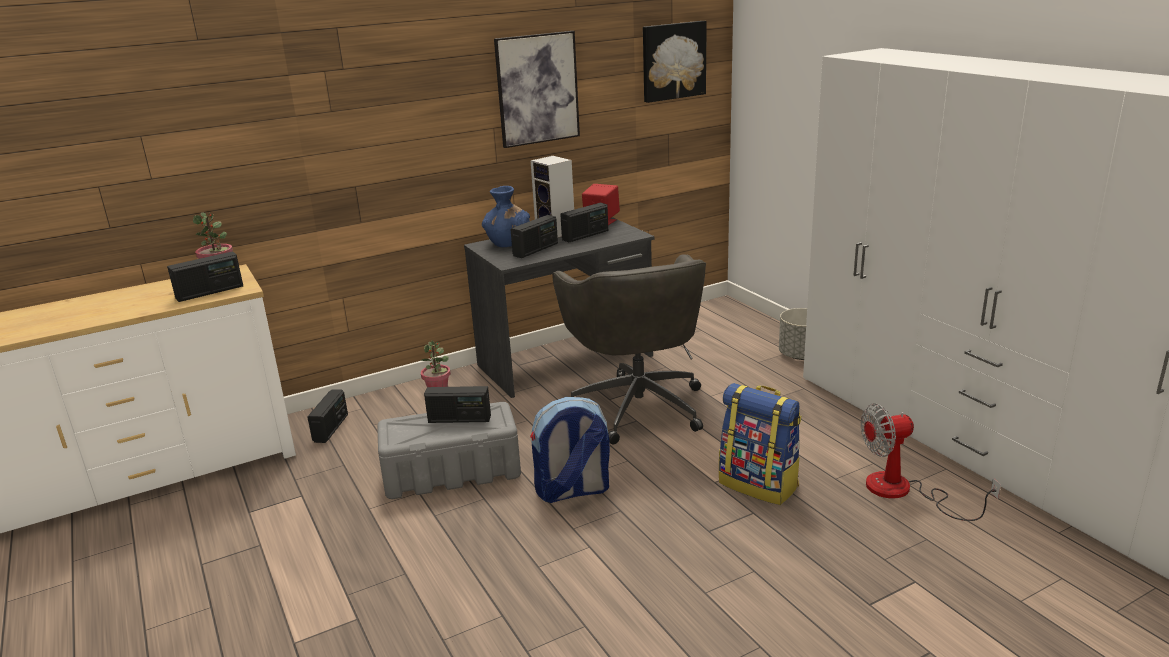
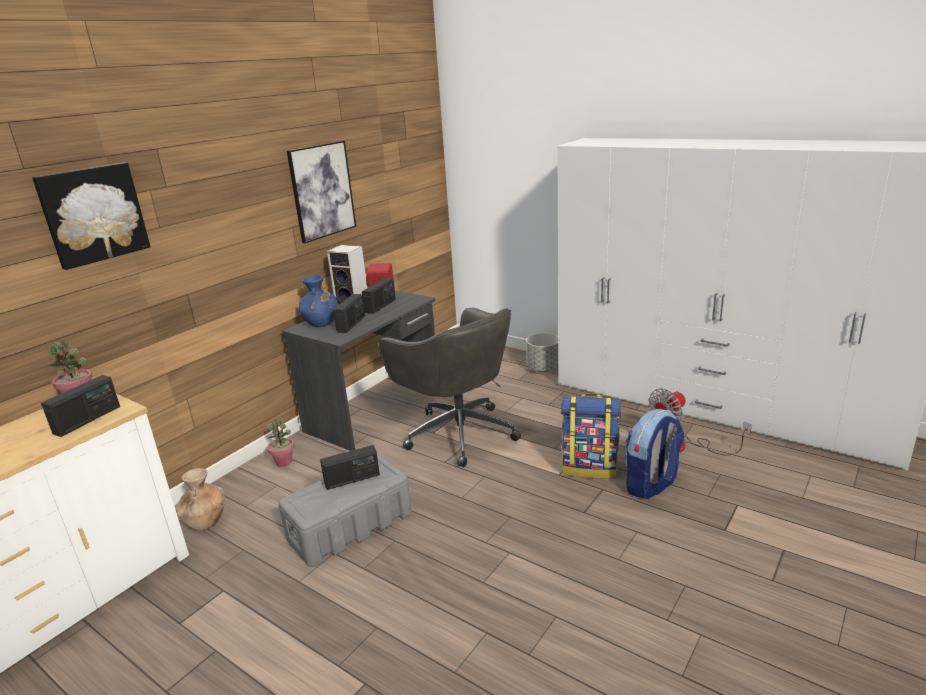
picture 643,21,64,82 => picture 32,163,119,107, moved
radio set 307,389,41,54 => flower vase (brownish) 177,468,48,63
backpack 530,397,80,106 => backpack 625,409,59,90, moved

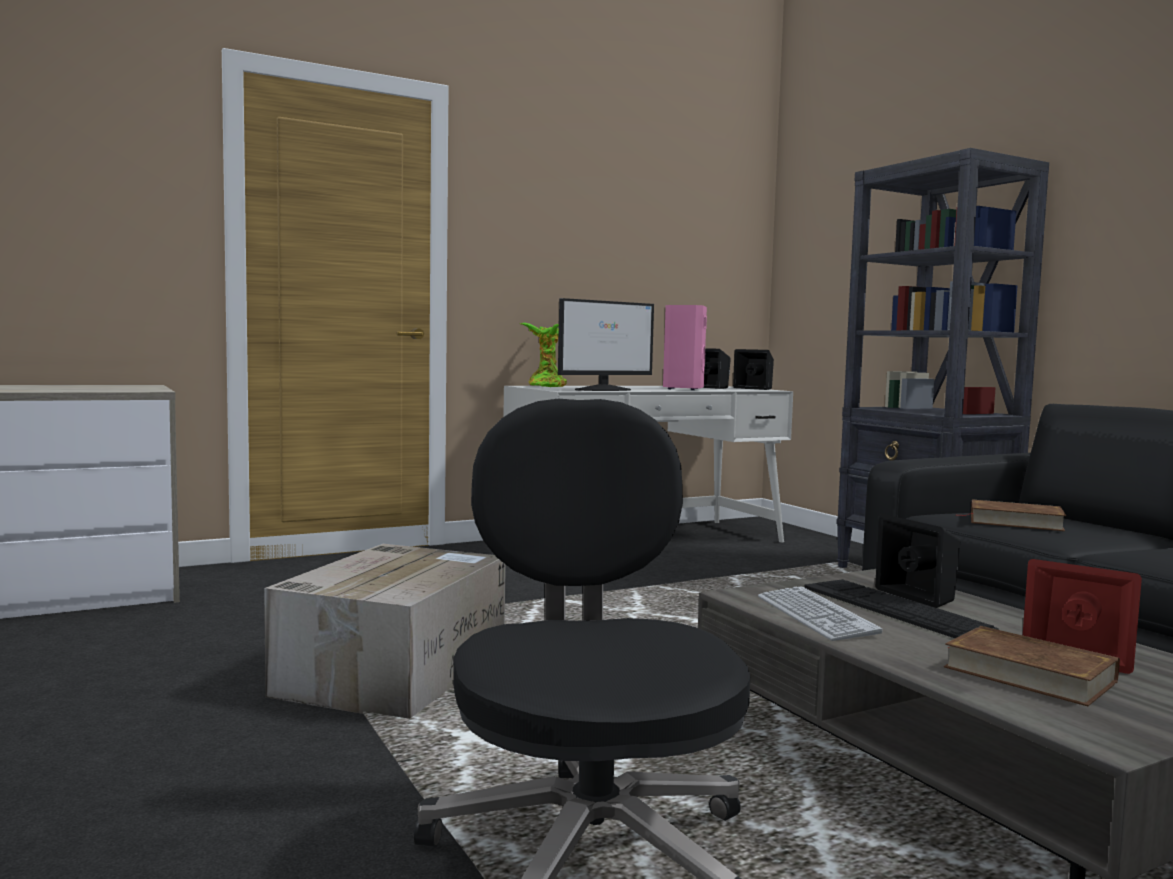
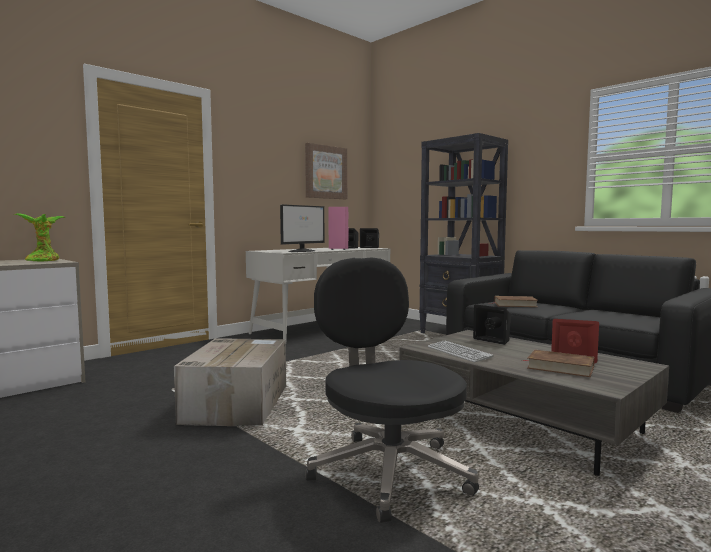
plant in a pot 520,323,47,64 => plant in a pot 14,213,51,49, moved
nothing => picture 305,143,42,56
PC keyboard 804,579,195,59 => nothing

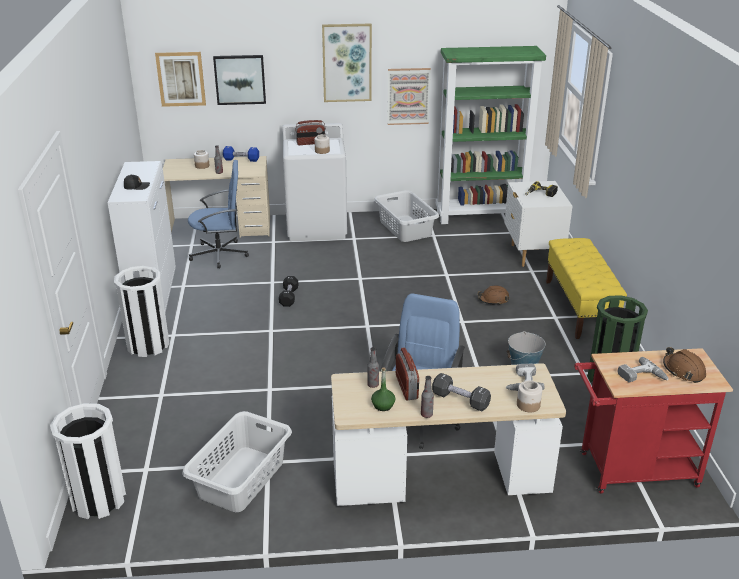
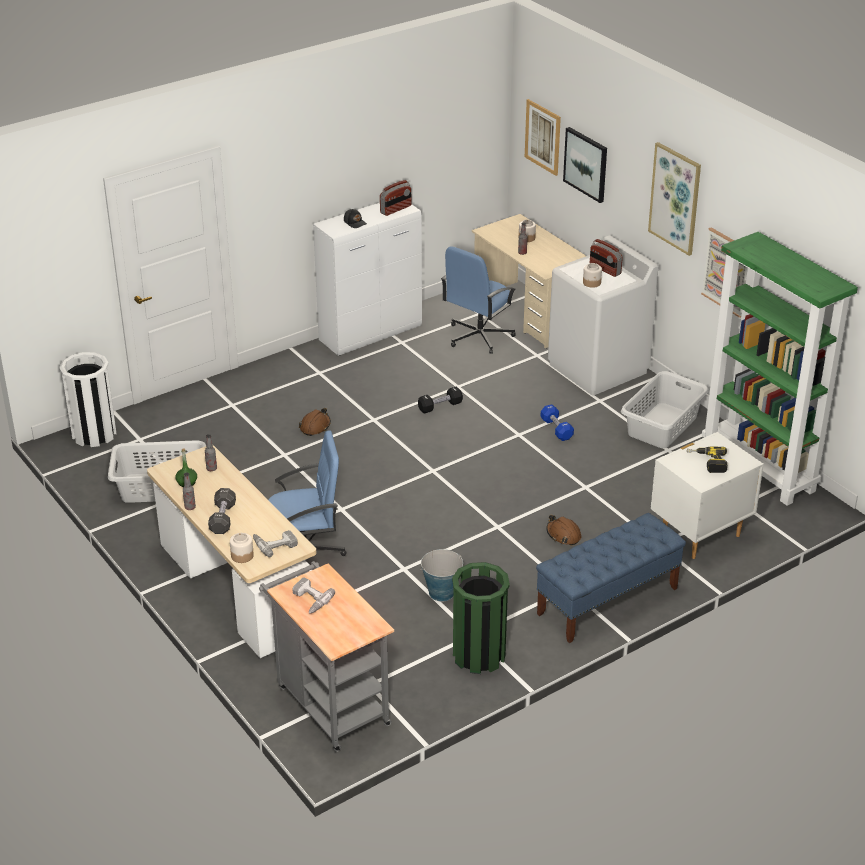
cart (red) 574,348,159,146 => cart (gray) 259,561,135,191
safety helmet (brownish) 663,347,43,36 => safety helmet (brownish) 299,408,32,28, moved
radio set 396,347,23,53 => radio set 380,180,31,36, moved
computer chair (bluish) 188,160,61,109 => computer chair (bluish) 441,246,75,108, 75 degrees clockwise
indoor bench (yellow) 546,238,81,101 => indoor bench (bluish) 536,513,150,130
dumbbell (bluish) 223,146,36,16 => dumbbell (bluish) 540,404,34,37, moved
trash can (white-coloured) 114,266,55,91 => nothing

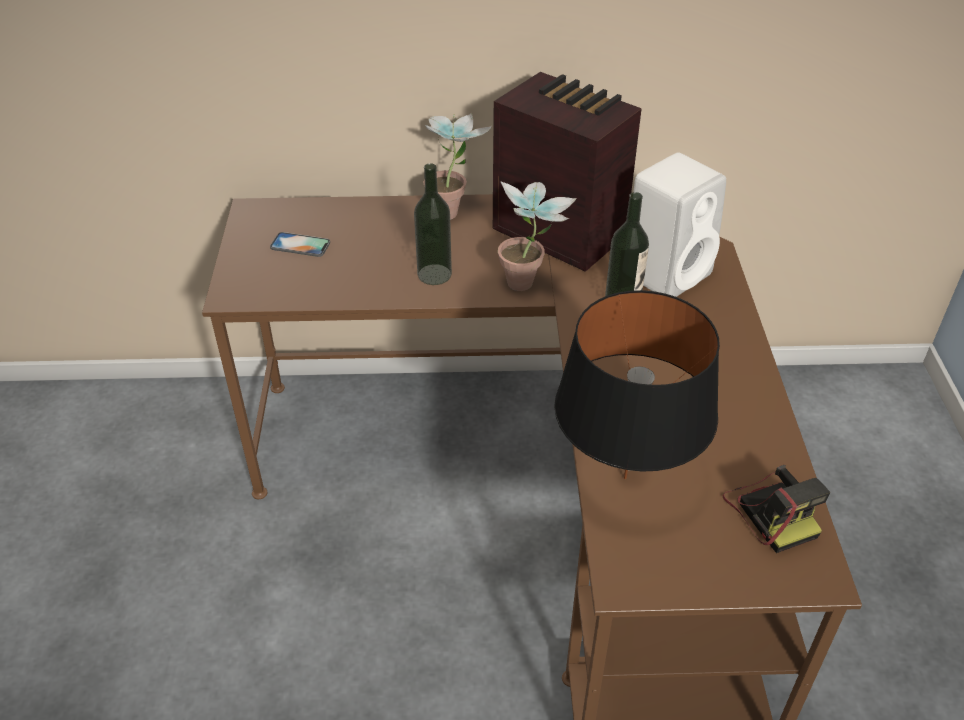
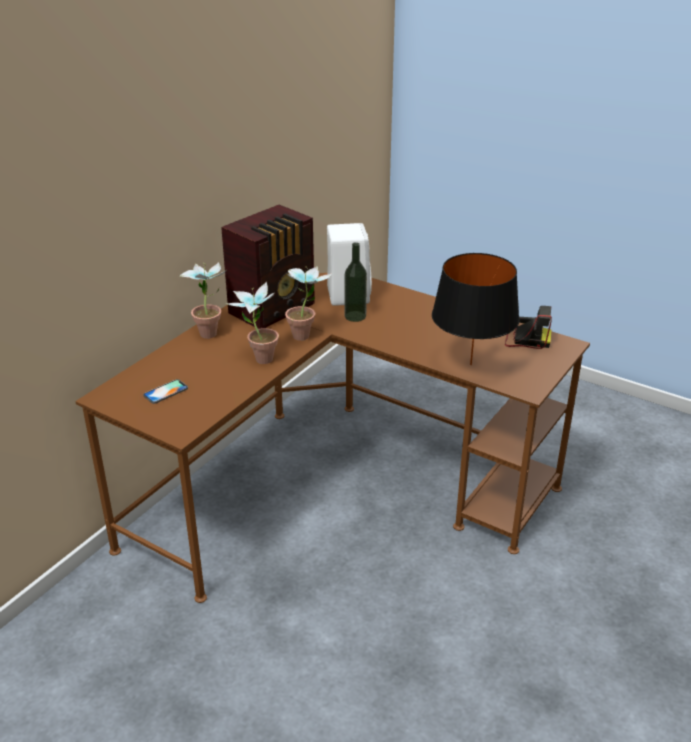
radio set 493,72,149,200 => radio set 221,205,94,124, 150 degrees clockwise
bottle 414,163,38,122 => plant in a pot 225,282,54,82

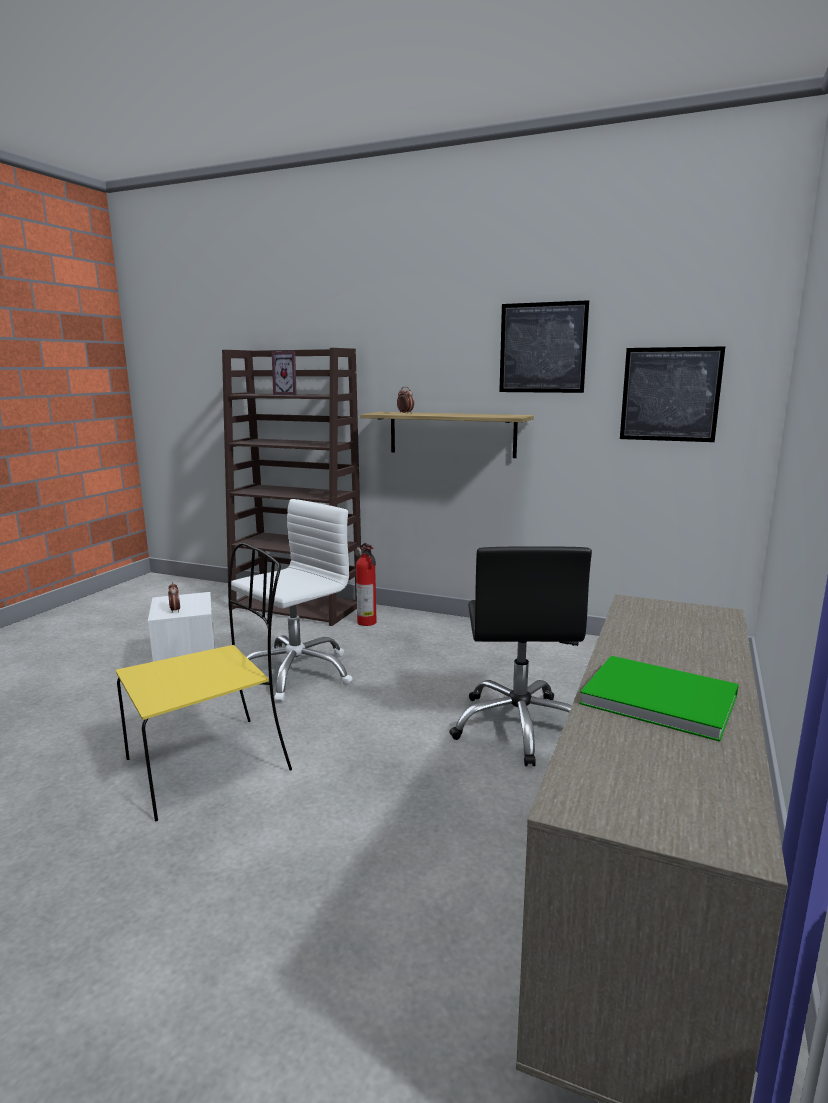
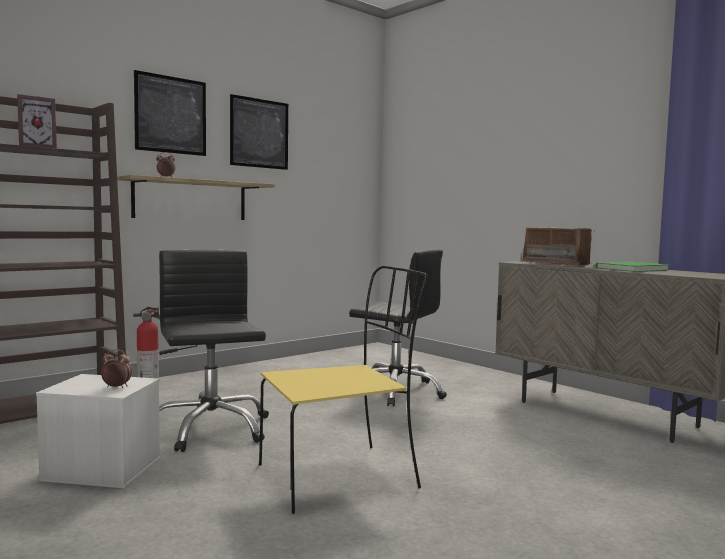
picture 620,346,105,96 => picture 134,70,72,86, moved
computer chair (white-coloured) 231,499,121,203 => computer chair (black-coloured) 159,250,110,202
plain chair (yellow) 116,543,176,279 => plain chair (yellow) 259,266,169,248, 75 degrees clockwise
nothing => radio set 521,227,73,39

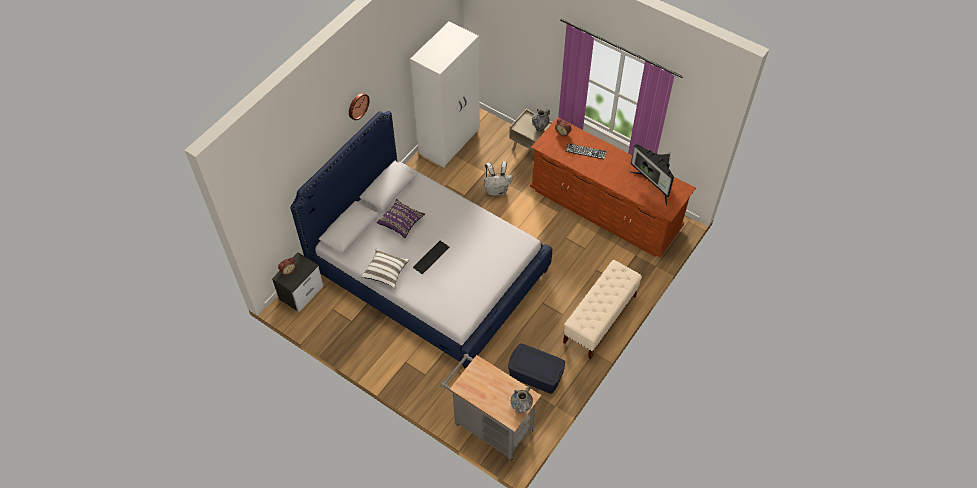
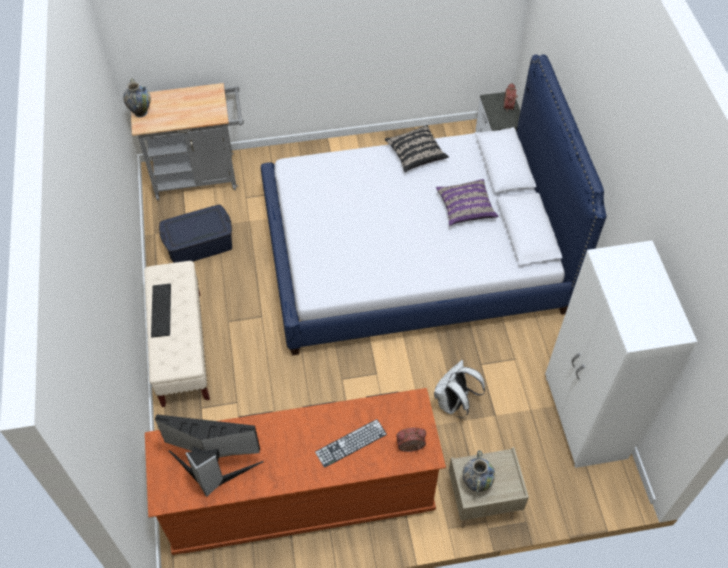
PC keyboard 413,241,36,33 => PC keyboard 151,284,20,53, moved
throw pillow (white-coloured) 361,249,48,39 => throw pillow (black-coloured) 385,125,64,47
hanging clock 349,93,21,27 => nothing

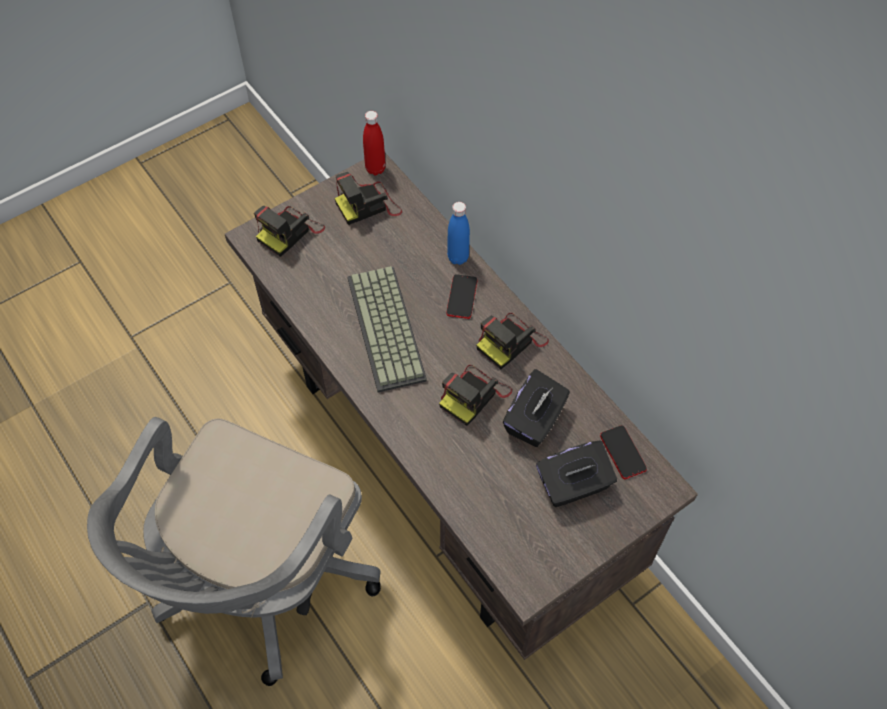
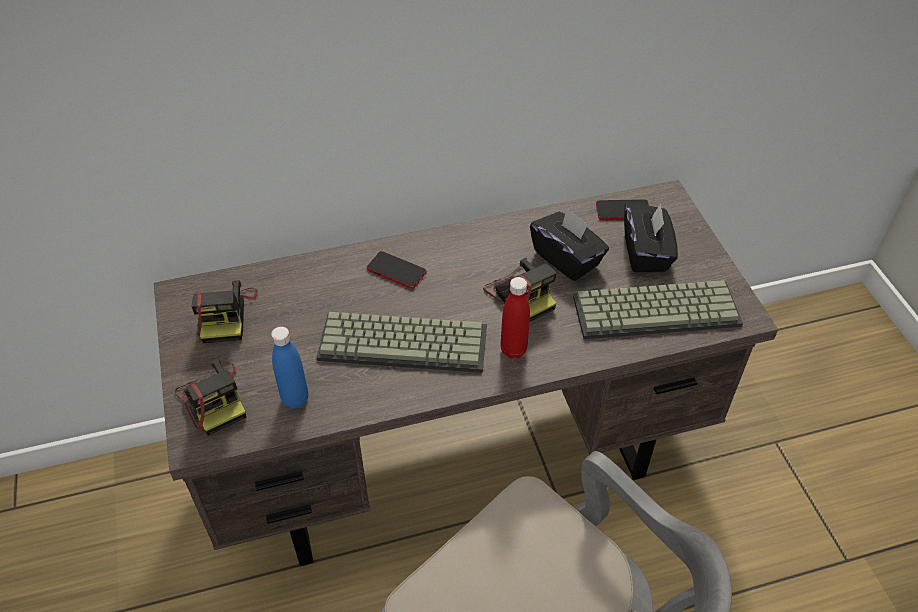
bottle (bluish) 447,202,23,63 => bottle (bluish) 271,327,38,81, moved
bottle (red) 363,111,23,64 => bottle (red) 501,277,29,82, moved
nothing => PC keyboard 573,280,170,59
still camera 476,313,73,57 => nothing

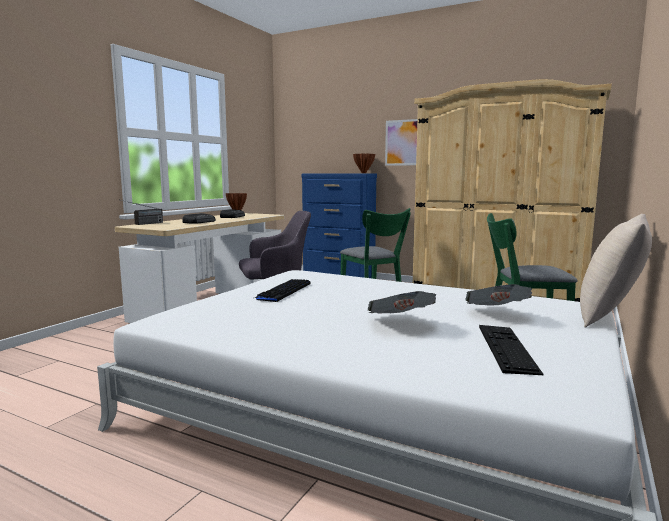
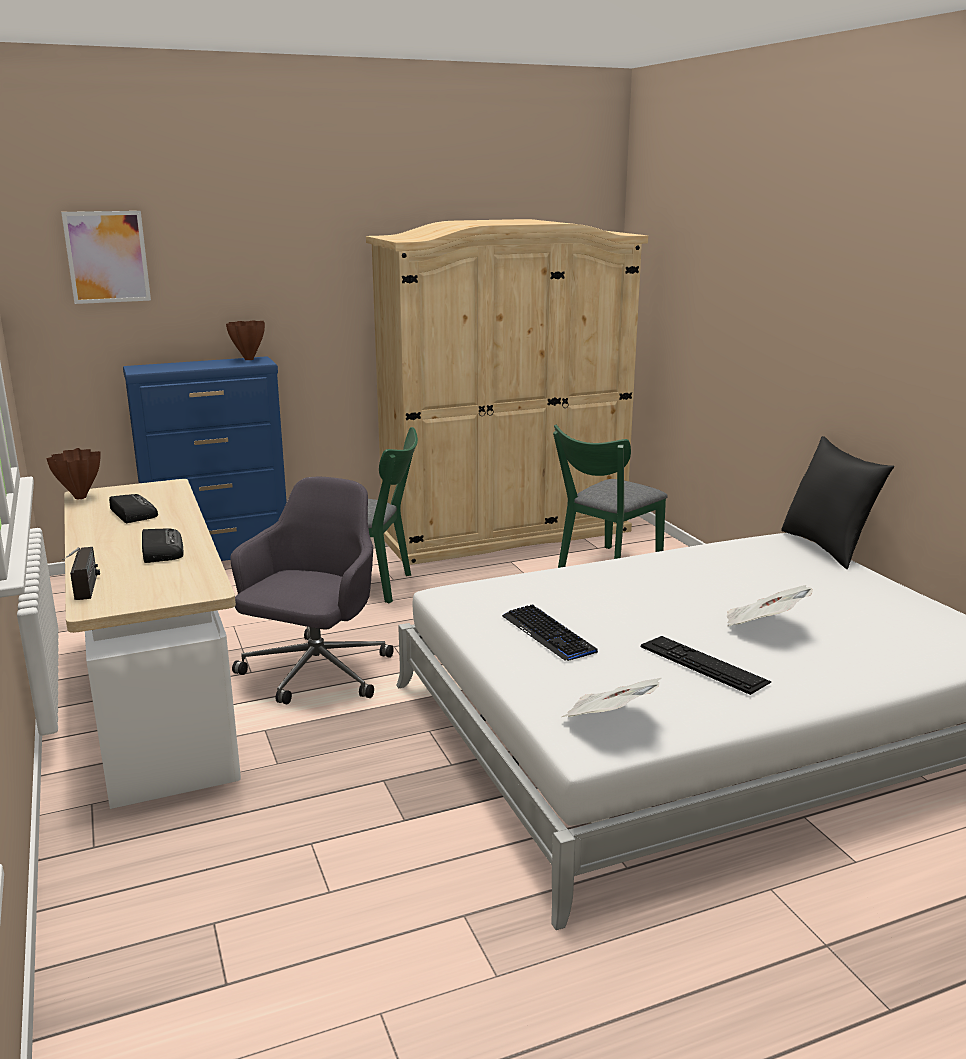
picture 385,119,32,47 => picture 61,211,90,93, moved
newspaper 466,284,66,22 => newspaper 562,678,100,39, moved
PC keyboard 479,325,65,50 => PC keyboard 641,636,130,59, moved
throw pillow (beige) 580,214,72,114 => throw pillow (black-coloured) 781,436,113,133

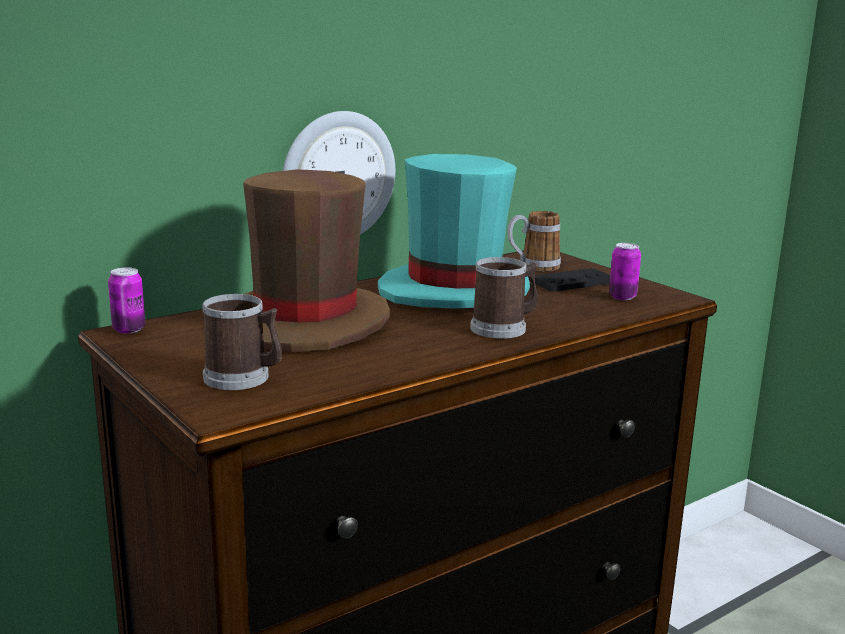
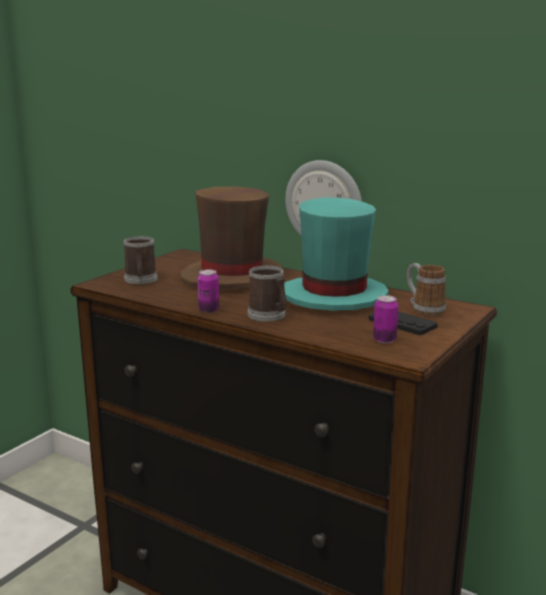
sealed can 108,268,37,66 => sealed can 197,269,22,44, moved

